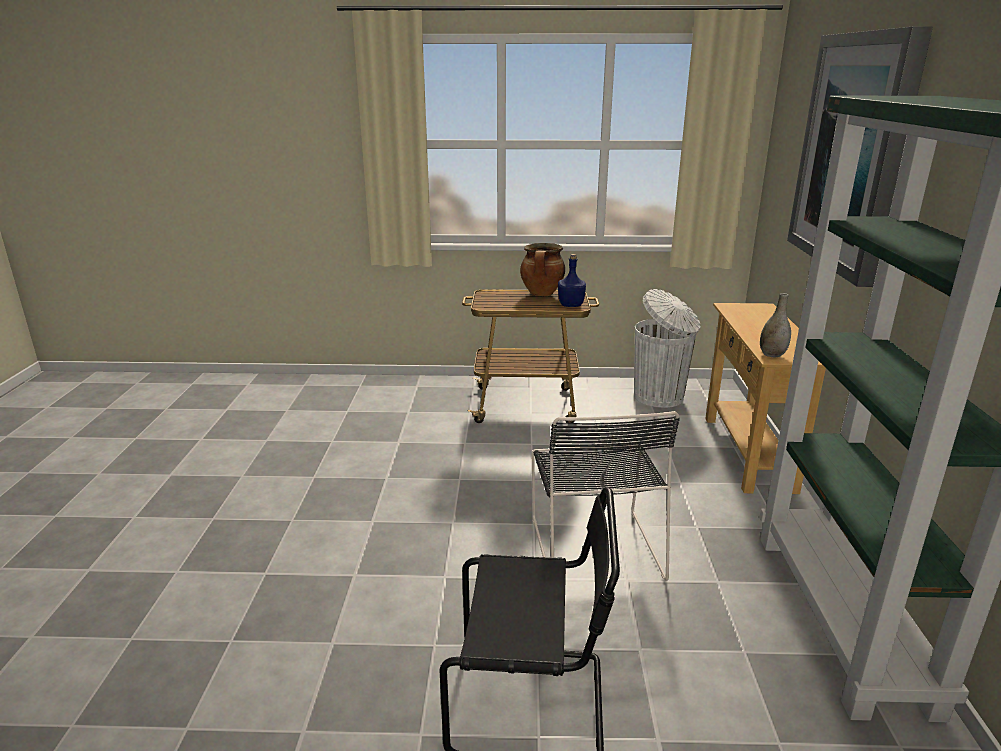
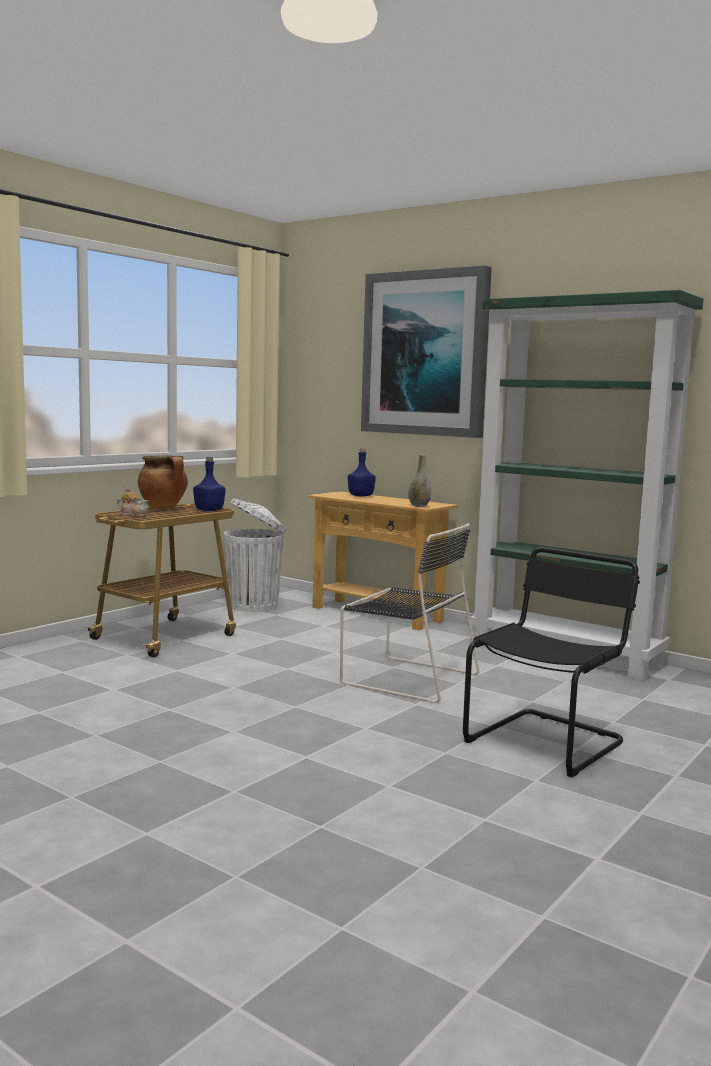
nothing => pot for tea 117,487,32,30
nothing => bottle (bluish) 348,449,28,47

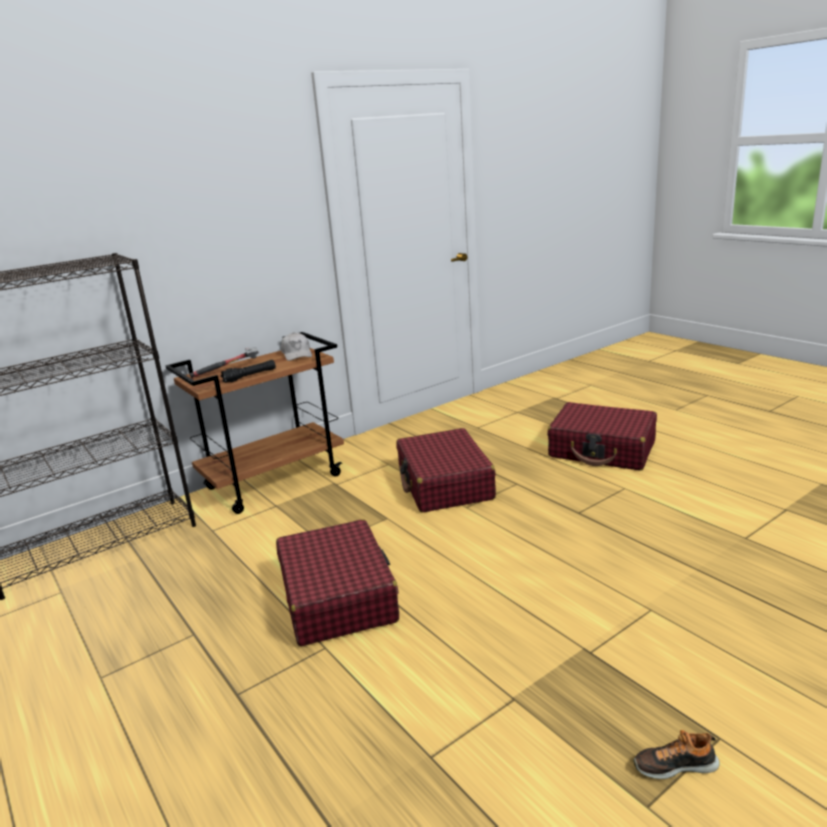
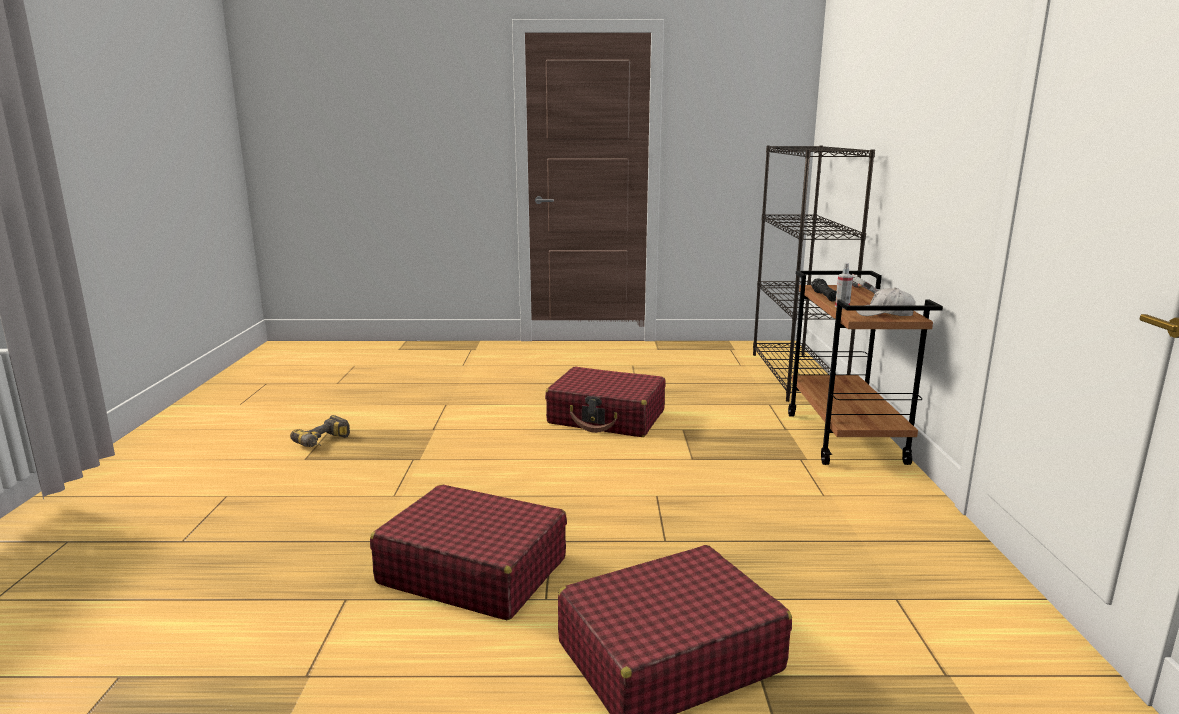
low shoe 633,730,86,49 => electric drill 290,415,60,32
suitcase (red) 396,428,100,85 => suitcase (red) 370,485,197,135, moved
nothing => sprayer 835,263,18,46

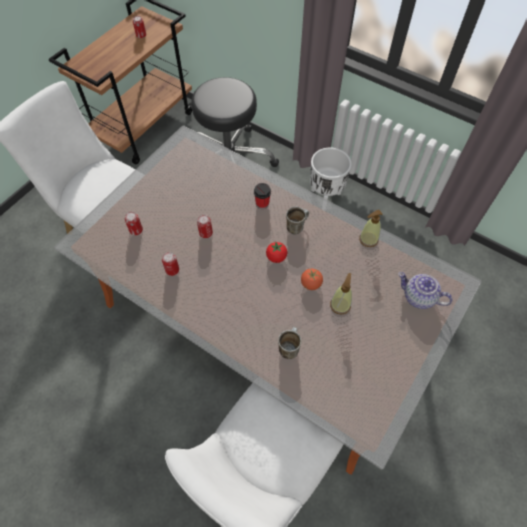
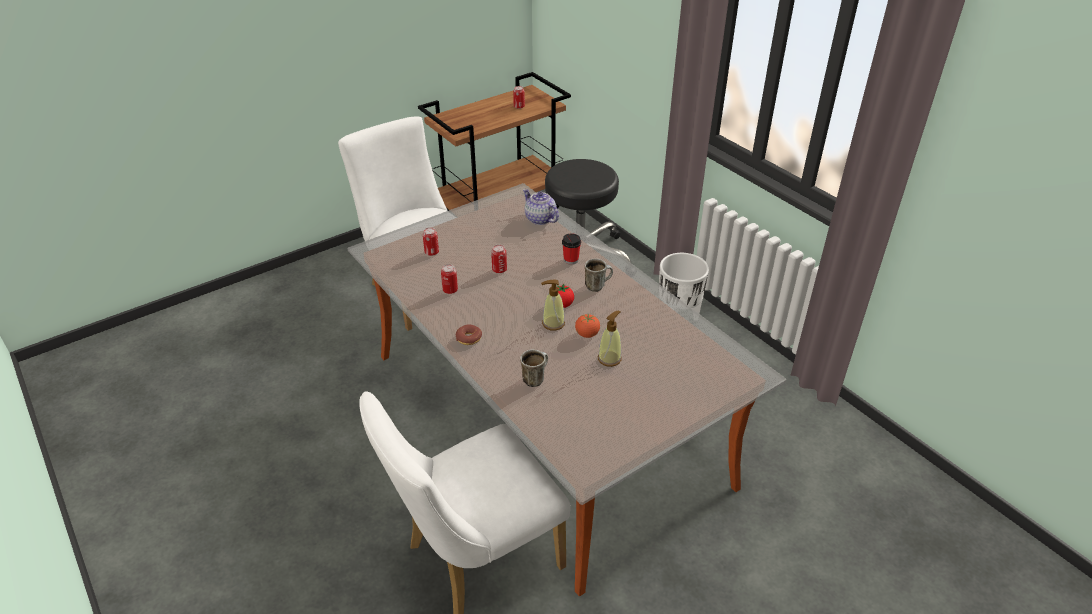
nothing => doughnut 456,325,26,20
pot for tea 398,272,54,37 => pot for tea 523,189,36,36, moved
soap dispenser 359,210,24,37 => soap dispenser 541,280,24,51, moved

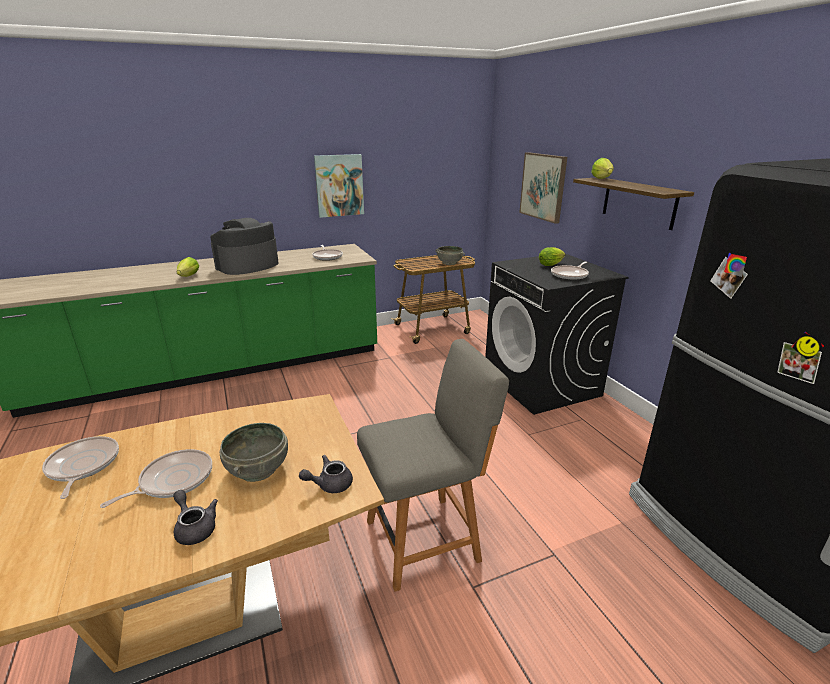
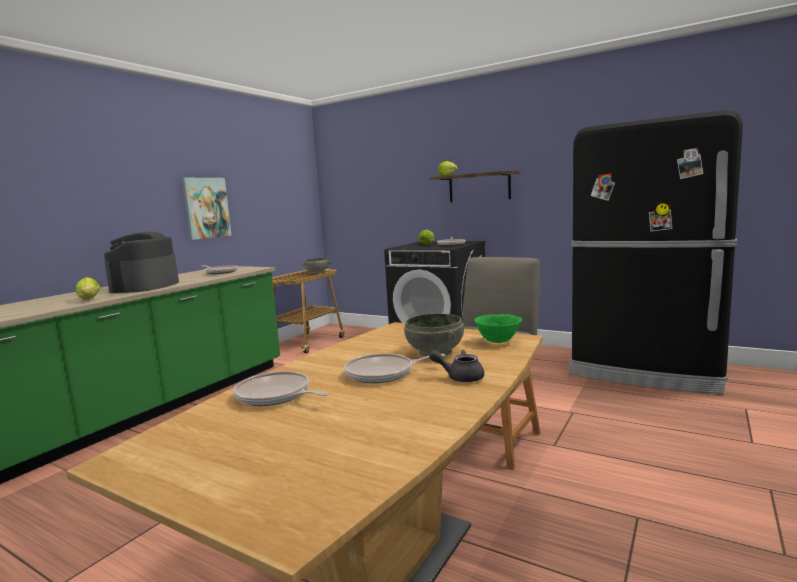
frying pan 100,449,112,59 => frying pan 344,353,101,30, 105 degrees counterclockwise
pot for tea (gray) 299,455,54,38 => serving bowl (greenish) 475,314,47,29
picture 519,152,48,72 => nothing

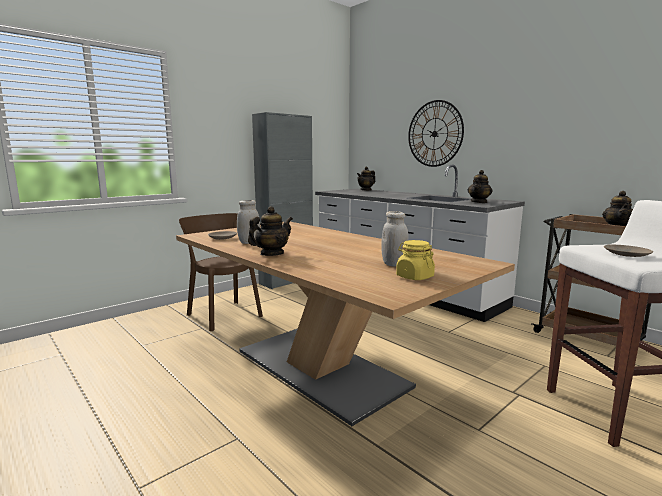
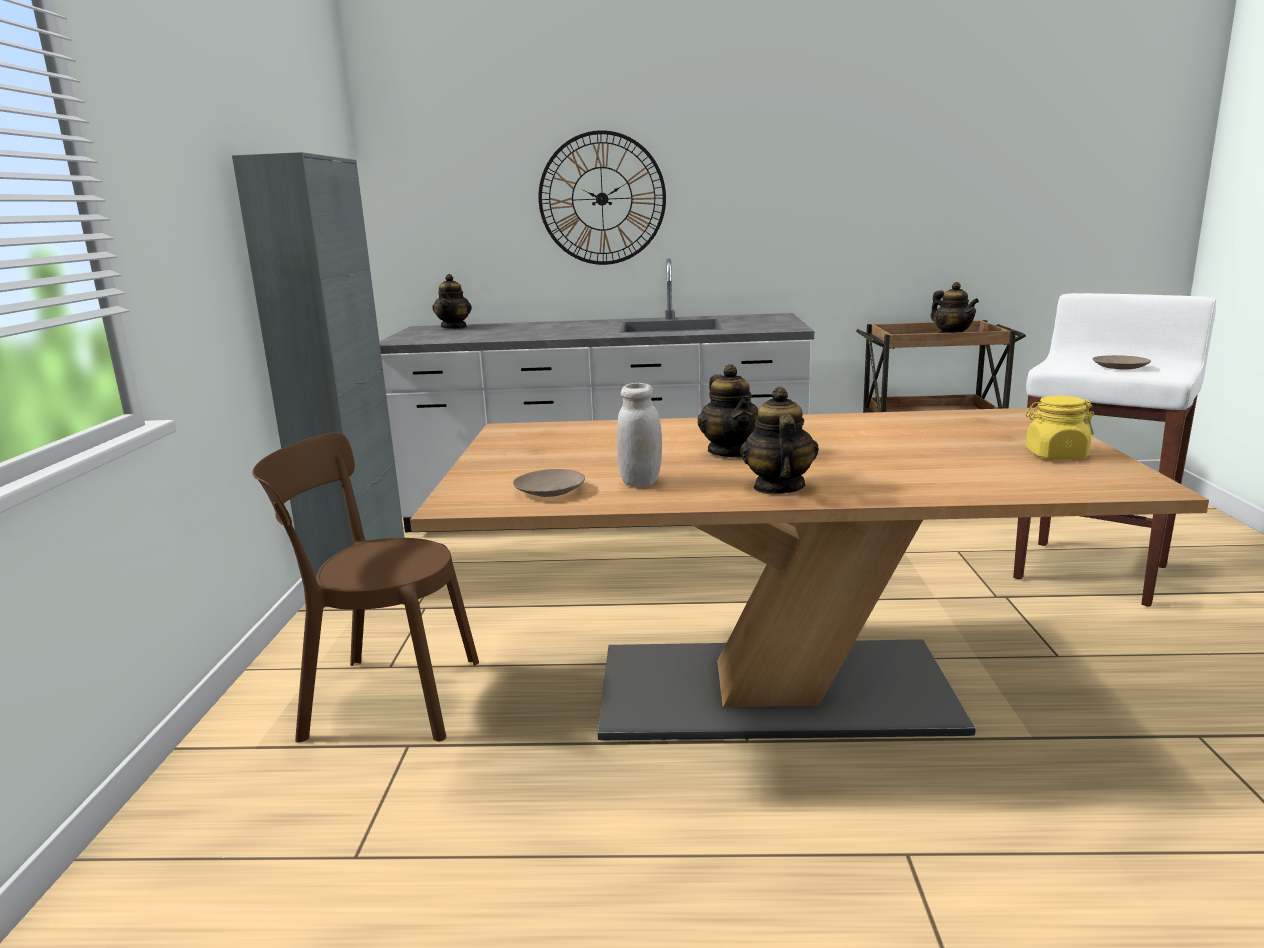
pot for tea 468,170,25,33 => pot for tea 698,364,60,94, moved
storage jar (white-coloured) 382,211,27,56 => nothing

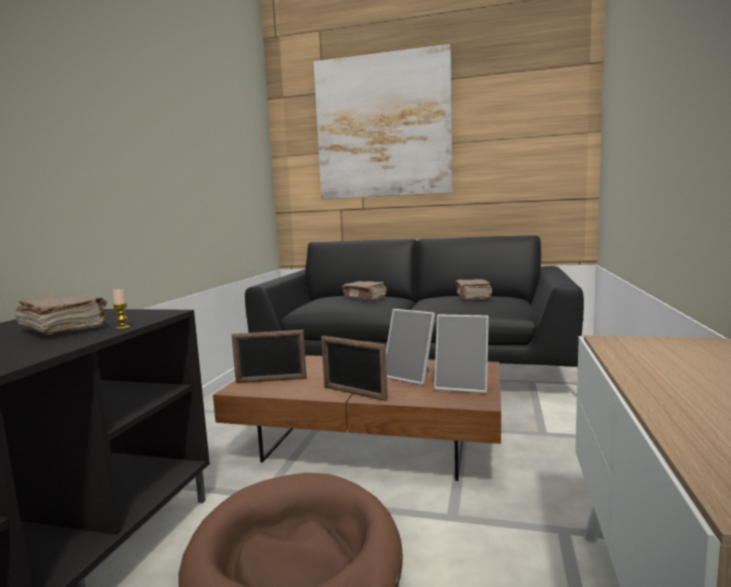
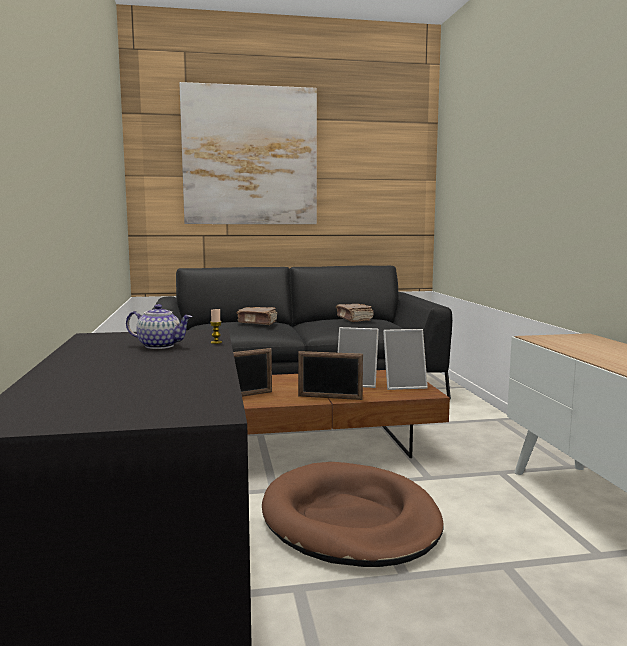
book (brownish) 15,294,92,41 => pot for tea 126,304,66,45

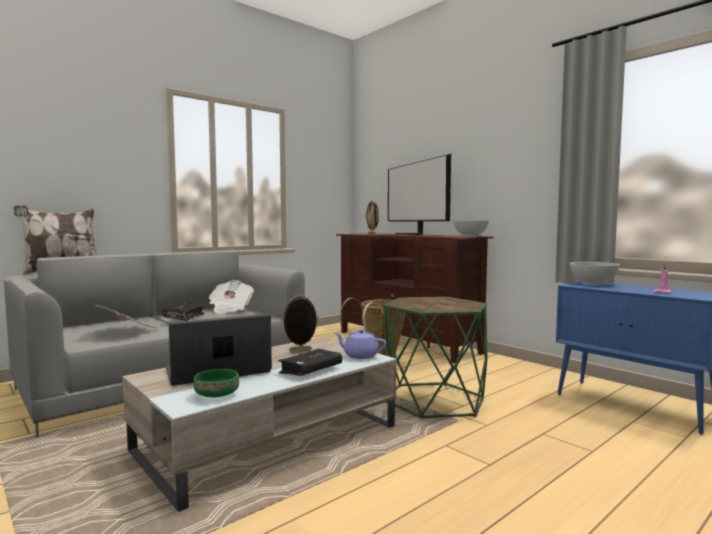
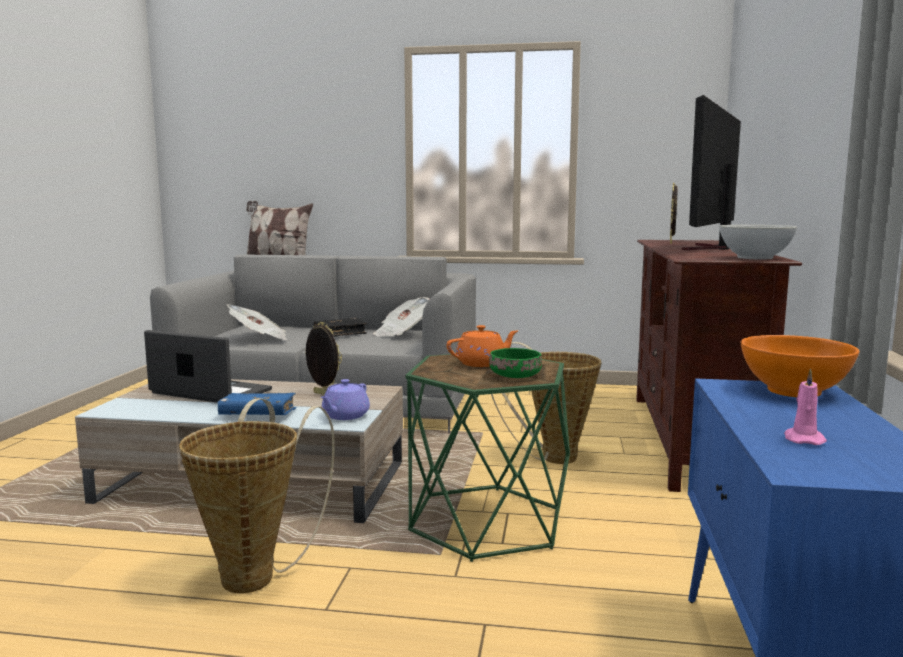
nothing => household basket 179,398,156,195
book (black-coloured) 278,349,64,27 => book (bluish) 218,393,79,22
pot for tea (purple) 335,329,52,30 => pot for tea (purple) 320,379,50,41, 135 degrees counterclockwise
nothing => pot for tea (orange) 446,325,72,42
serving bowl (greenish) 193,369,46,28 => serving bowl (greenish) 489,348,53,30, moved
serving bowl (white-coloured) 570,262,50,23 => serving bowl (orange) 741,335,118,62

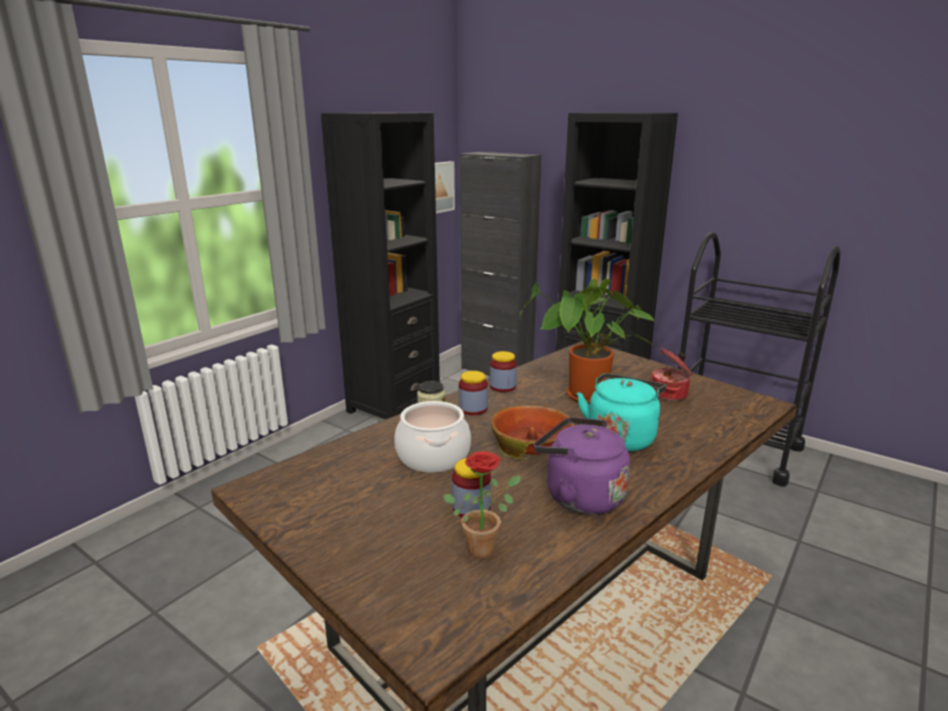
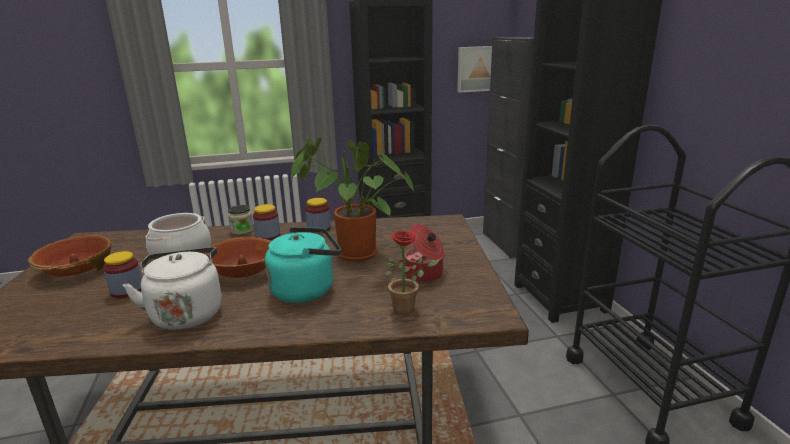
nothing => serving bowl 28,235,83,42
tea kettle (purple) 534,417,96,98 => tea kettle (white-coloured) 123,247,99,83
plant in a pot 443,451,78,107 => plant in a pot 385,231,54,84, moved

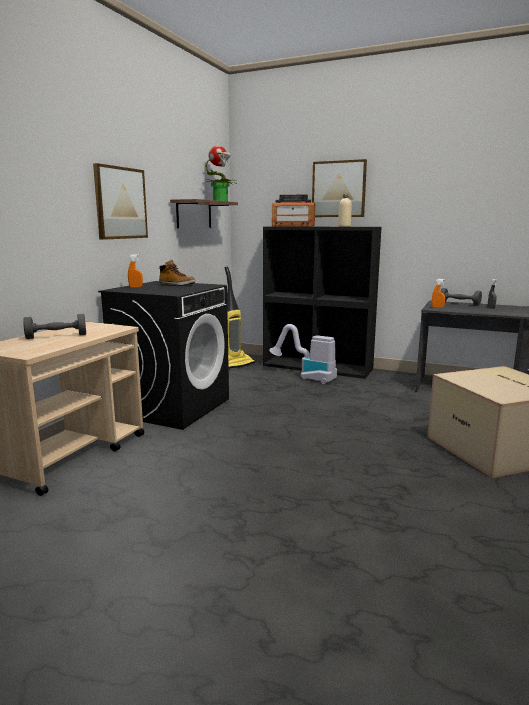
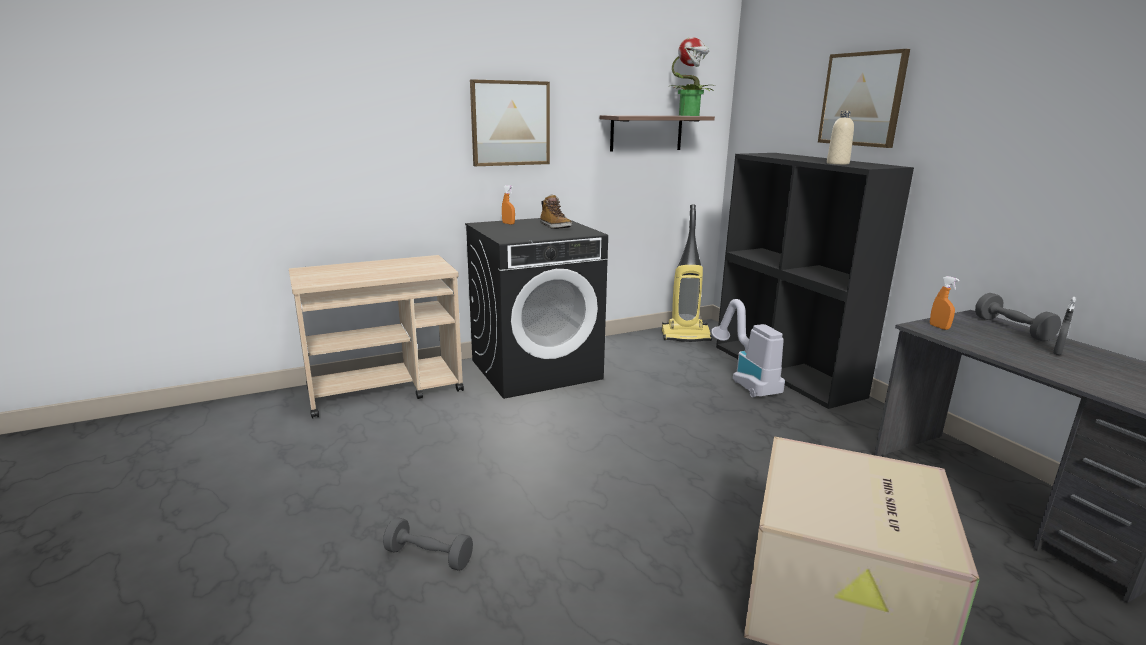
dumbbell (gray) 23,314,63,25 => dumbbell (gray) 383,517,90,54, moved
radio set 272,195,43,31 => nothing

